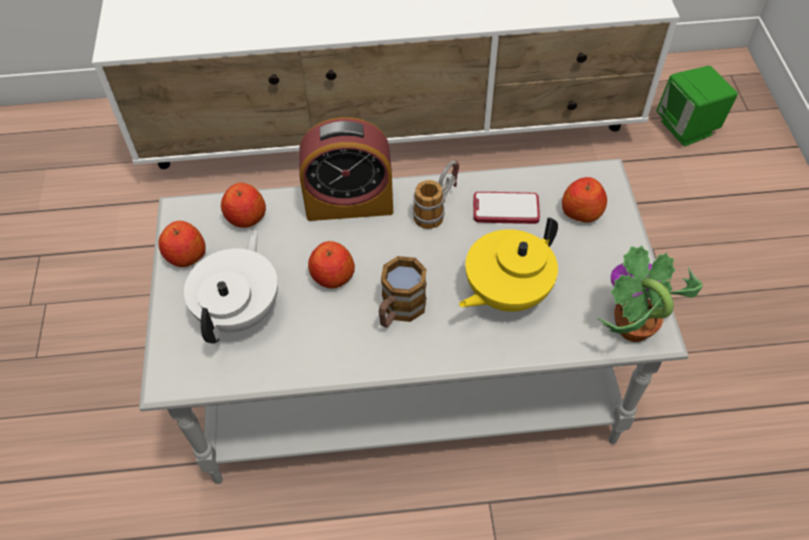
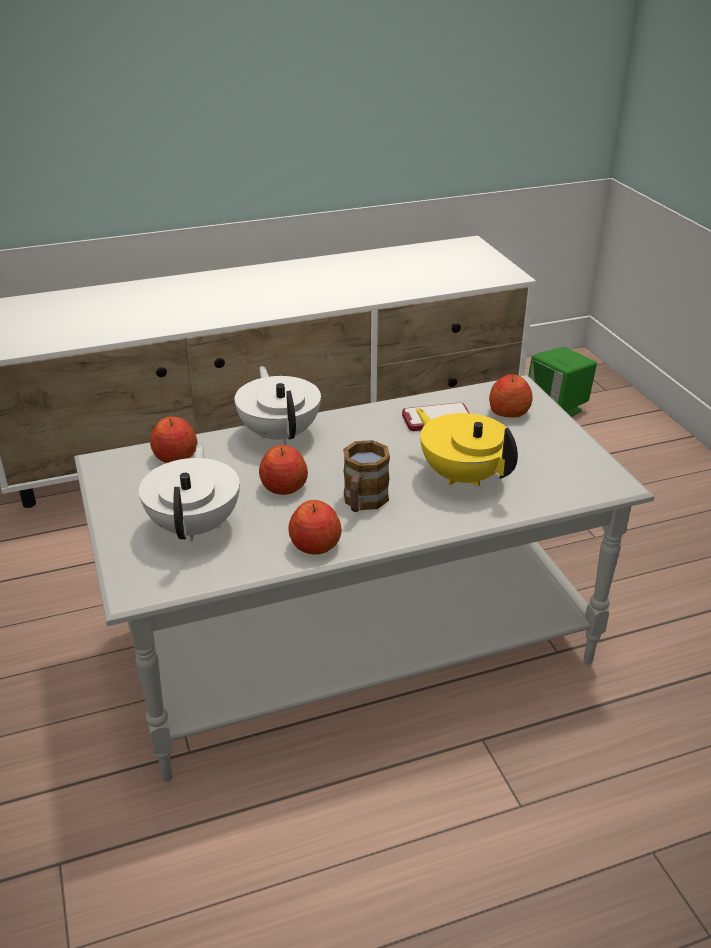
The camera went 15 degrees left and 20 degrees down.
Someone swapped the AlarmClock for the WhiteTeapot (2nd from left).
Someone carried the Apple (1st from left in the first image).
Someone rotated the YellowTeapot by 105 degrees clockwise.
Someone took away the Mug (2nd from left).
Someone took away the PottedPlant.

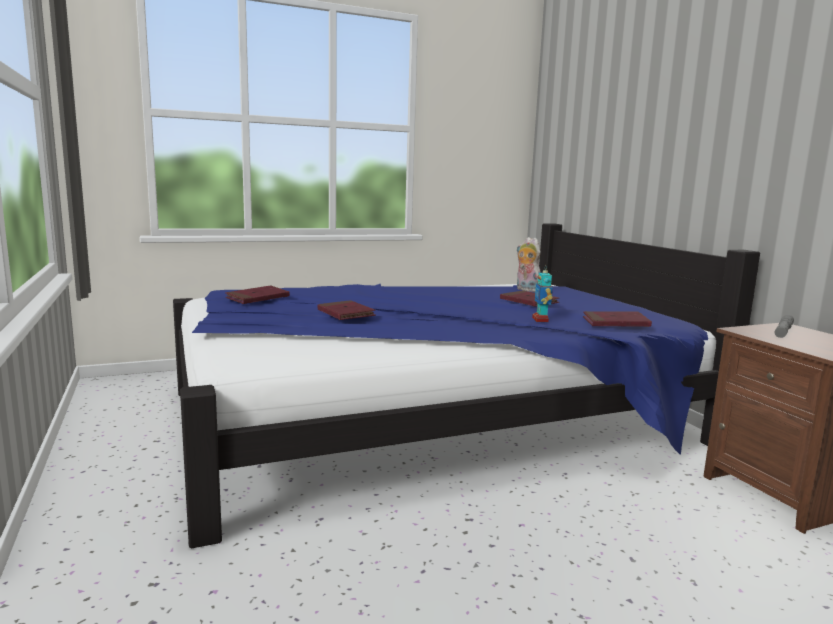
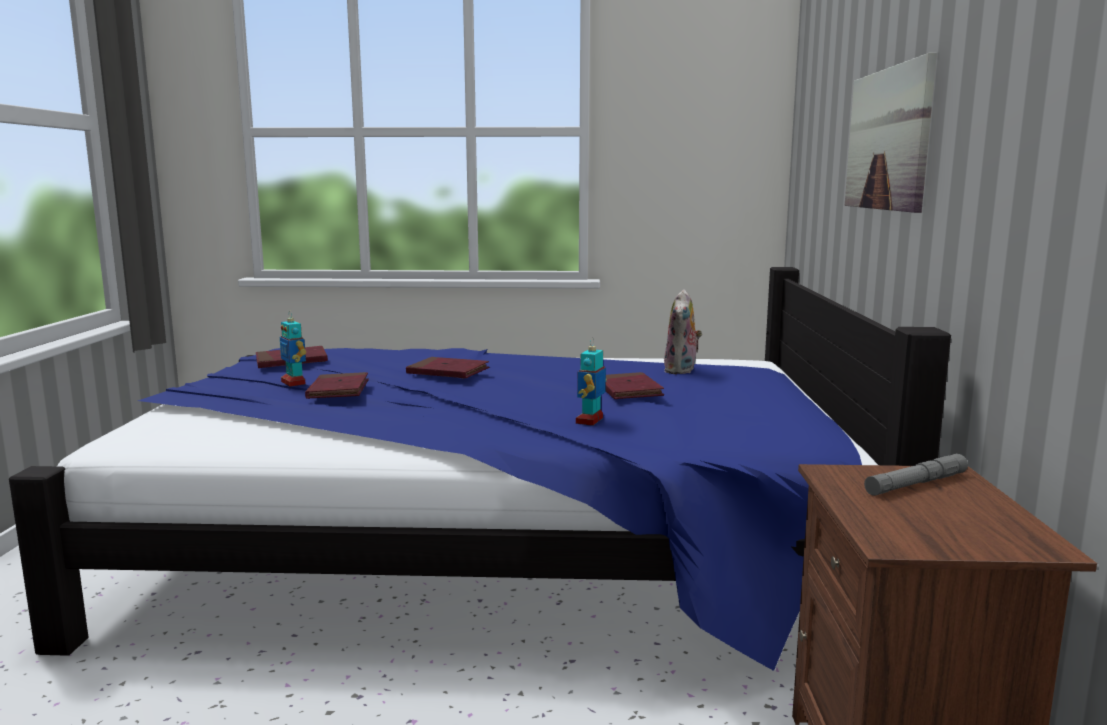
The camera went 25 degrees right and 0 degrees up.
Someone put down the ToyRobot (1st from left).
Someone carried the RedBook (4th from left in the first image).
Someone rotated the PlushToy by 150 degrees counterclockwise.
Someone put up the Picture.

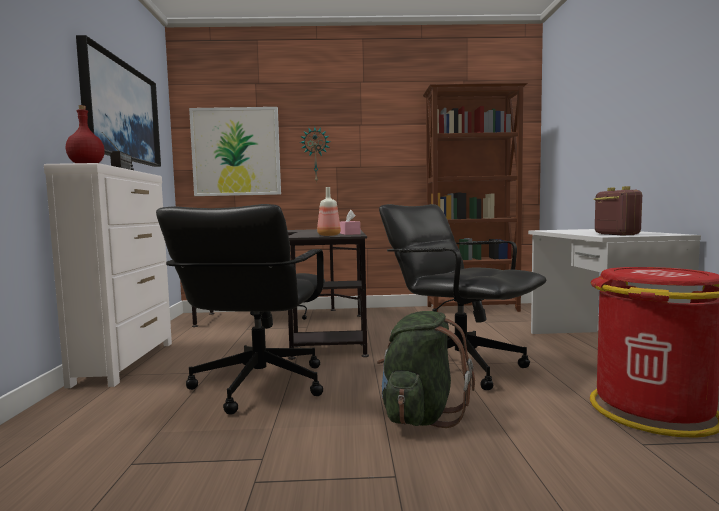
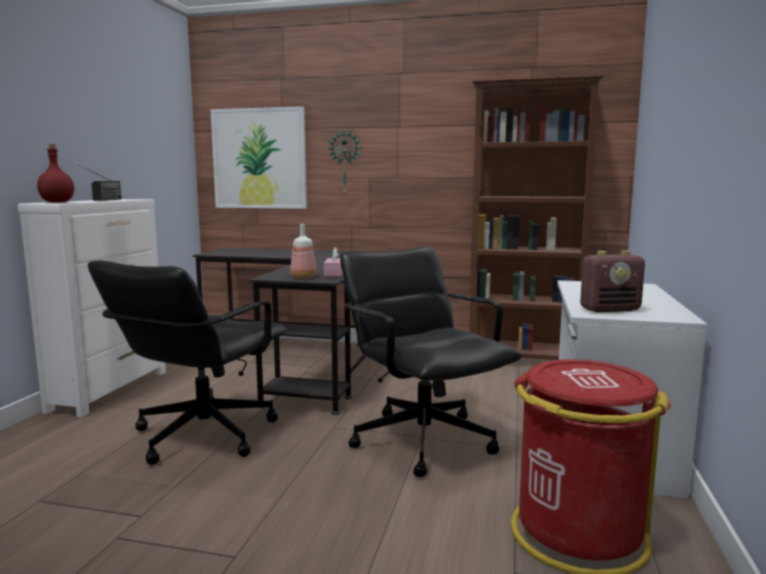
The camera went 15 degrees right and 5 degrees up.
Someone rotated the Radio (2nd from left) by 75 degrees clockwise.
Someone took away the Picture (1st from left).
Someone took away the GreenBackpack.

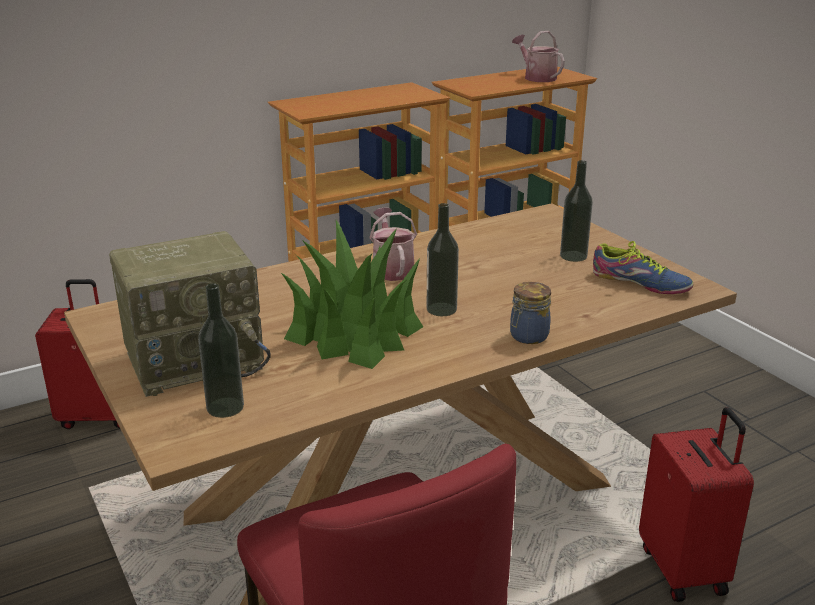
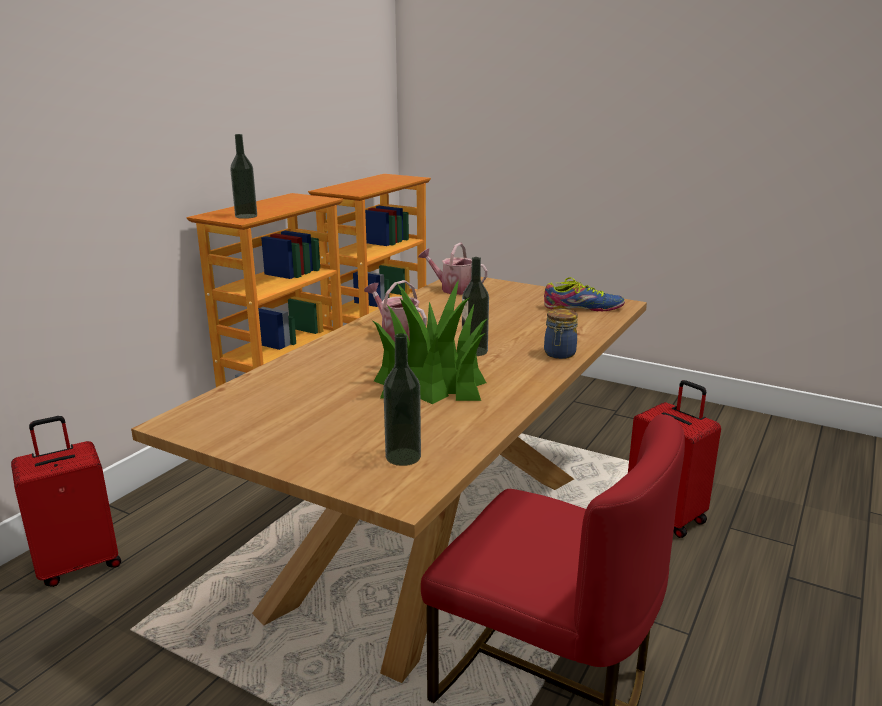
The camera went 30 degrees left and 5 degrees down.
Someone carried the Bottle (3rd from left in the first image).
Someone carried the WateringCan (2nd from left).
Someone took away the Radio.

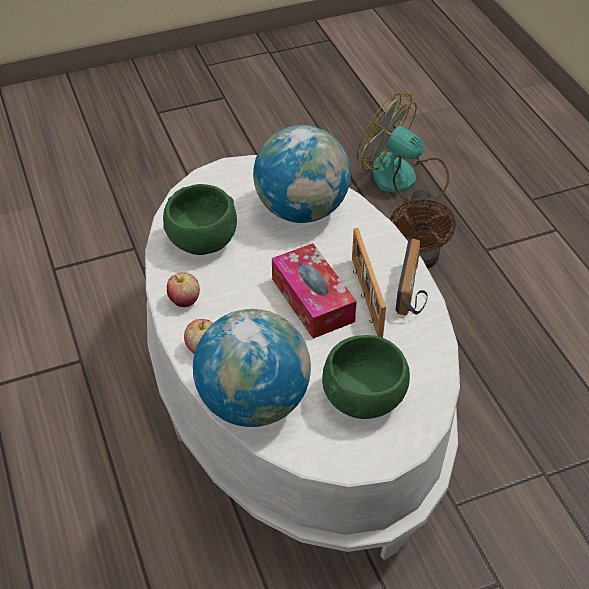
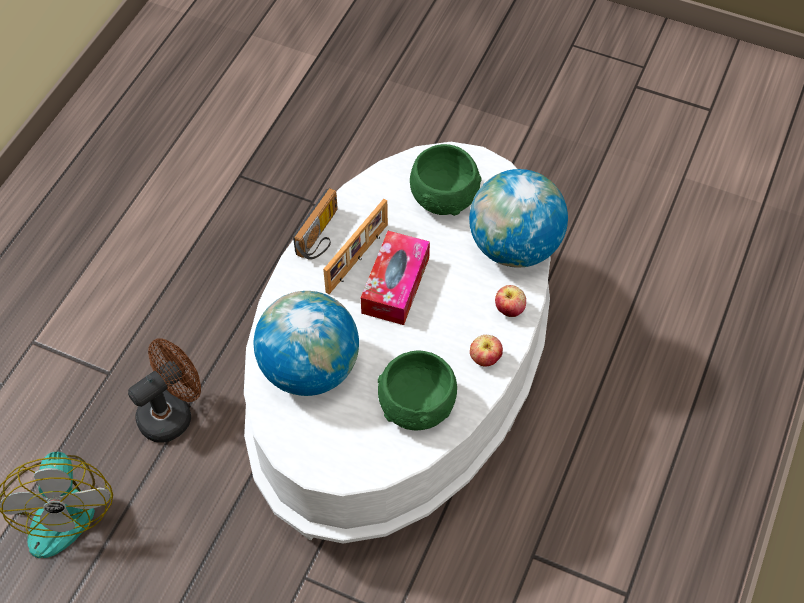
The camera went 135 degrees left and 10 degrees up.
Someone rotated the Radio by 150 degrees clockwise.

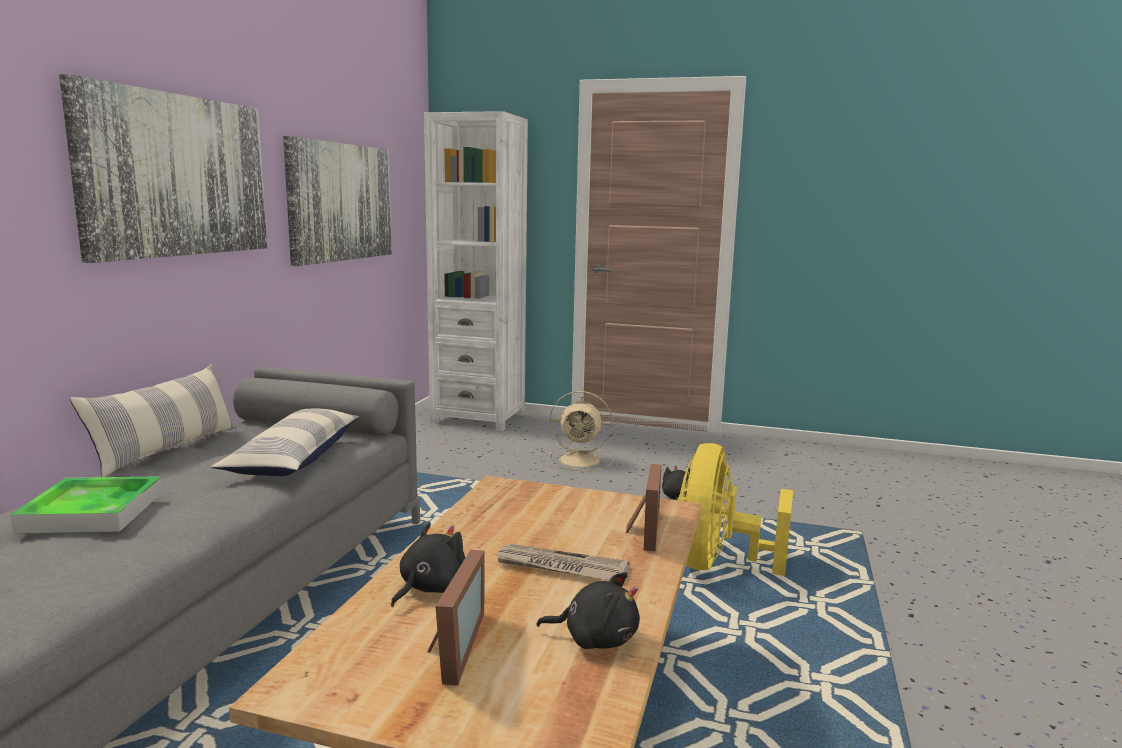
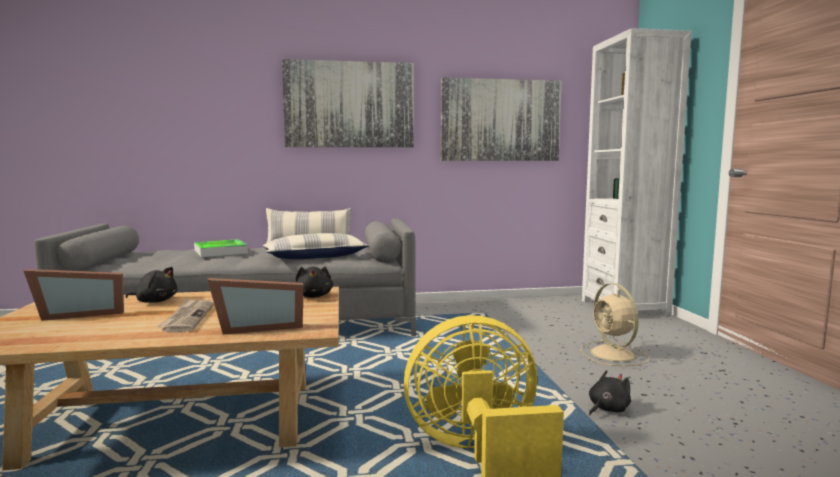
The camera went 65 degrees right and 5 degrees down.
Someone carried the BlackPlushToy (2nd from left).

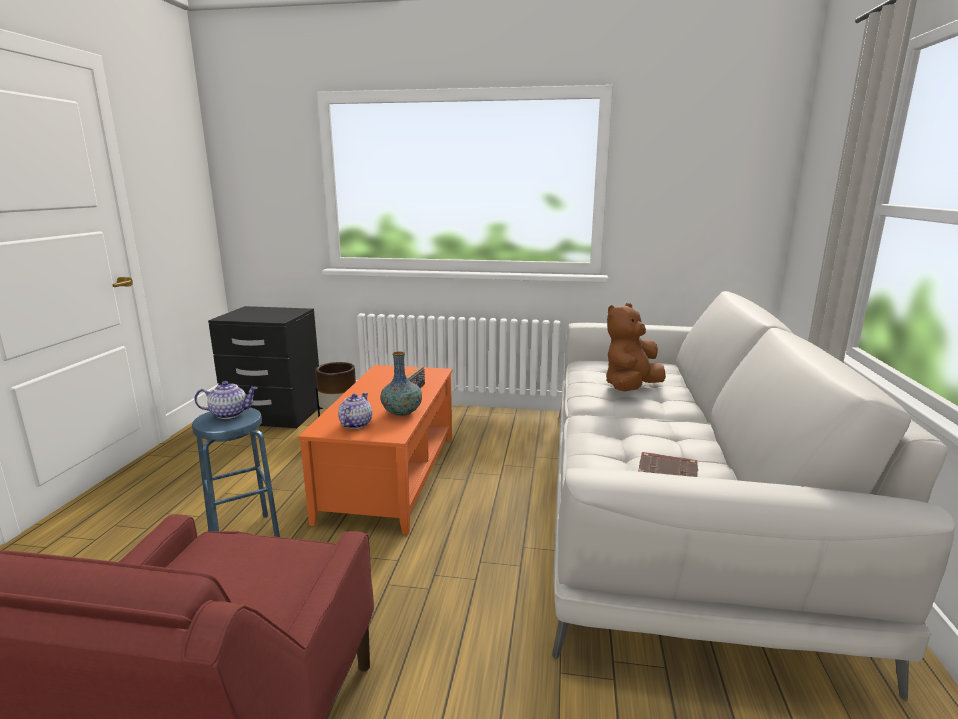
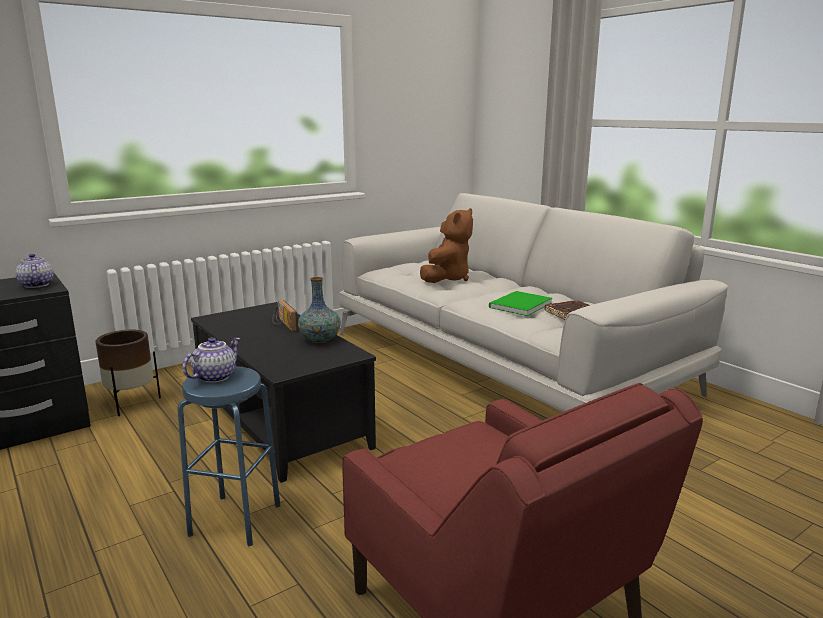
The camera went 45 degrees left and 0 degrees up.
Someone carried the Teapot (2nd from left in the first image).
Someone repainted the OrangeCoffeeTable, which became the BlackCoffeeTable.
Someone rotated the BrownPlushToy by 150 degrees counterclockwise.
Someone put down the GreenBook.

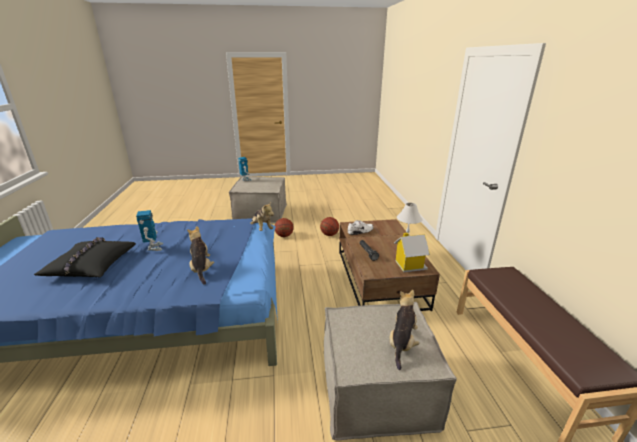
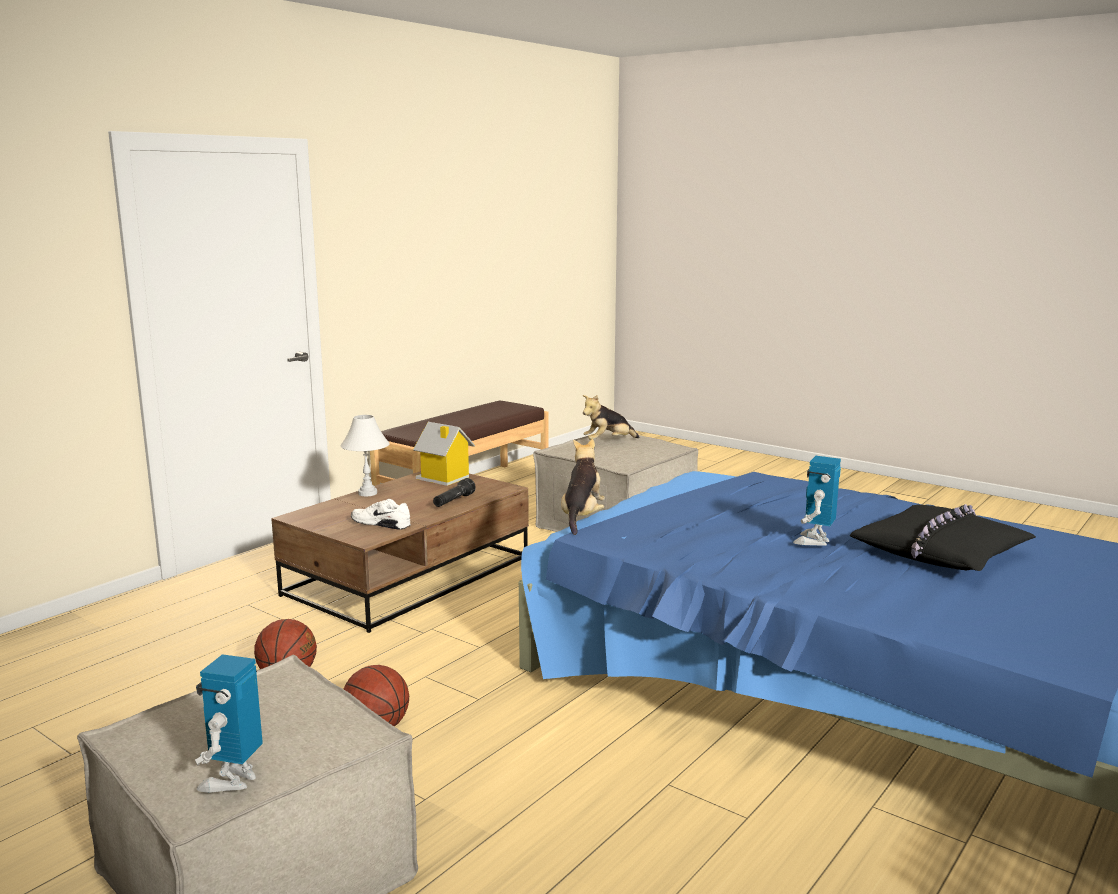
The camera went 135 degrees left and 10 degrees down.
Someone took away the PlushToy (1st from left).

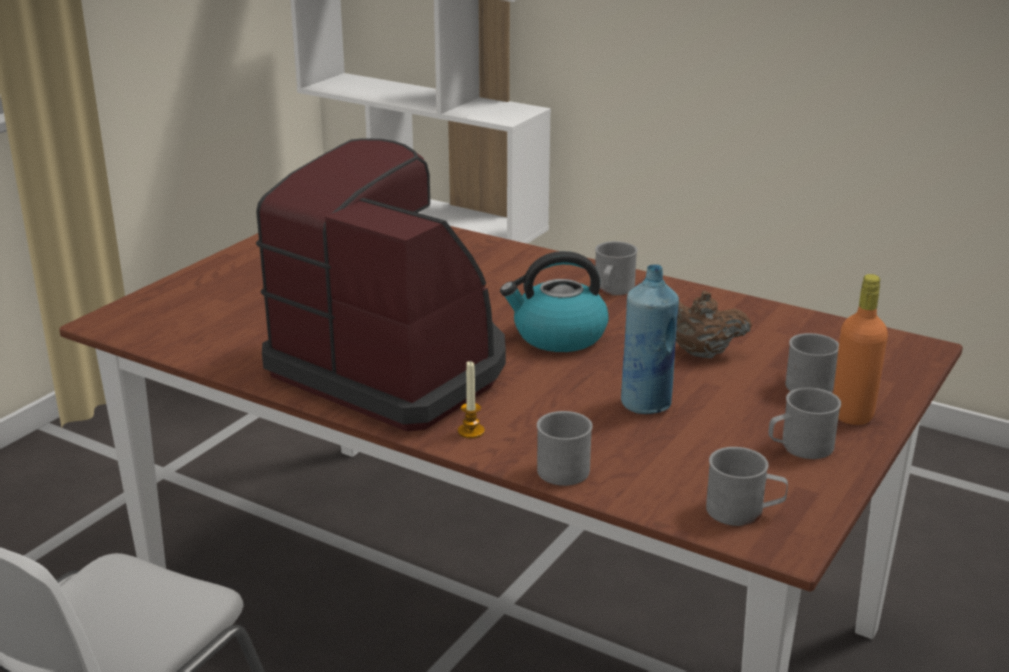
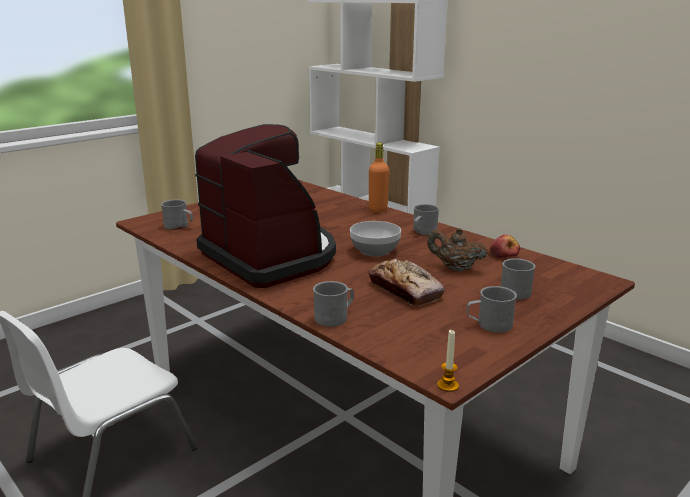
The camera went 15 degrees right and 5 degrees down.
Someone carried the GreyMug (3rd from left in the first image).
Someone swapped the Kettle for the Bowl.
Someone swapped the BlueBottle for the Bread.
Someone carried the OrangeBottle.
Someone carried the Candle.
Someone put down the Apple.

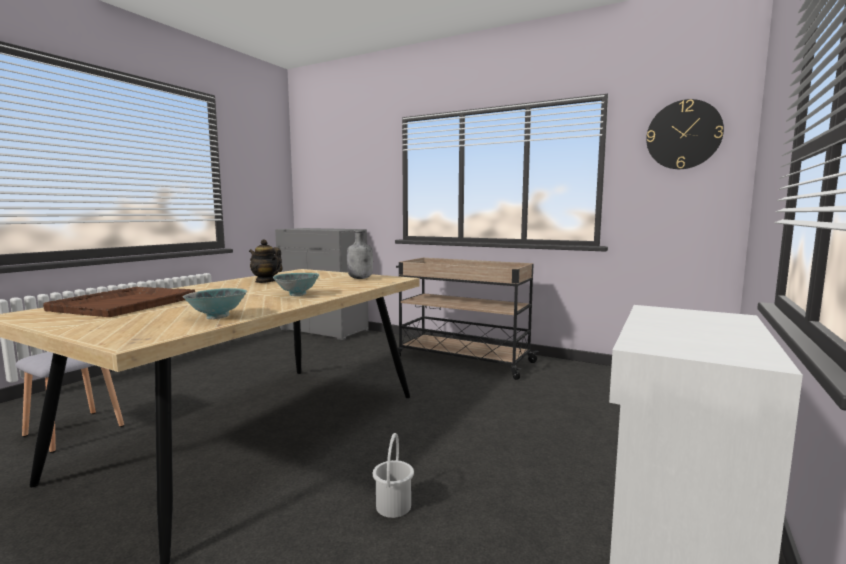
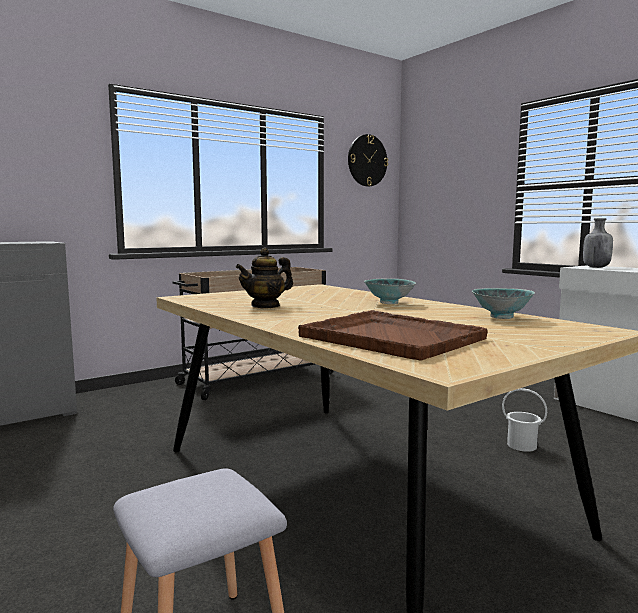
The camera went 65 degrees left and 0 degrees up.
Someone carried the GreyBottle.

